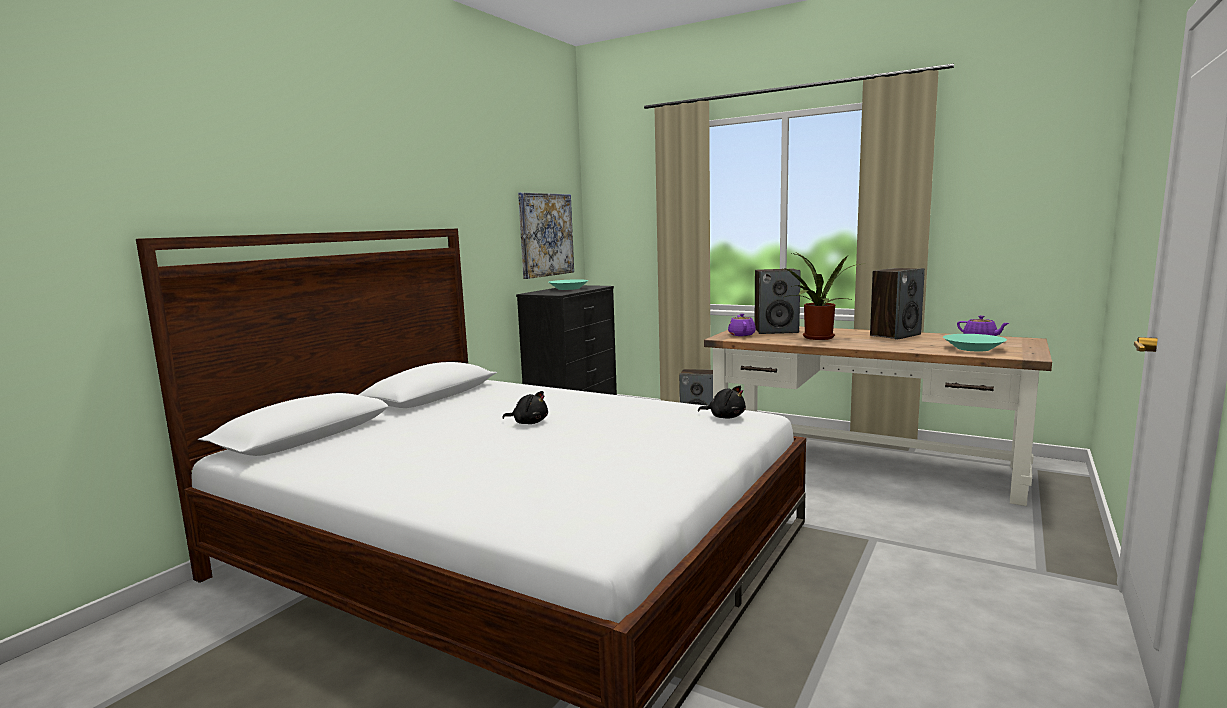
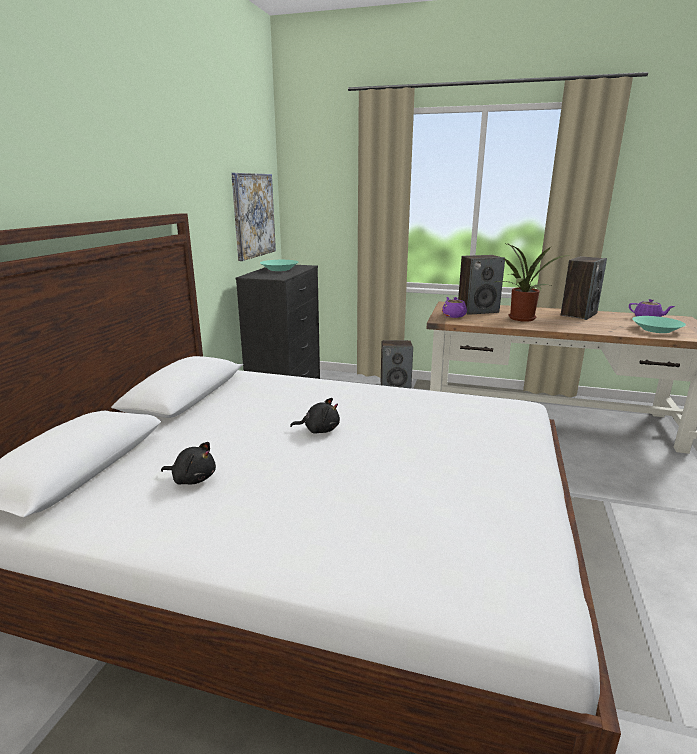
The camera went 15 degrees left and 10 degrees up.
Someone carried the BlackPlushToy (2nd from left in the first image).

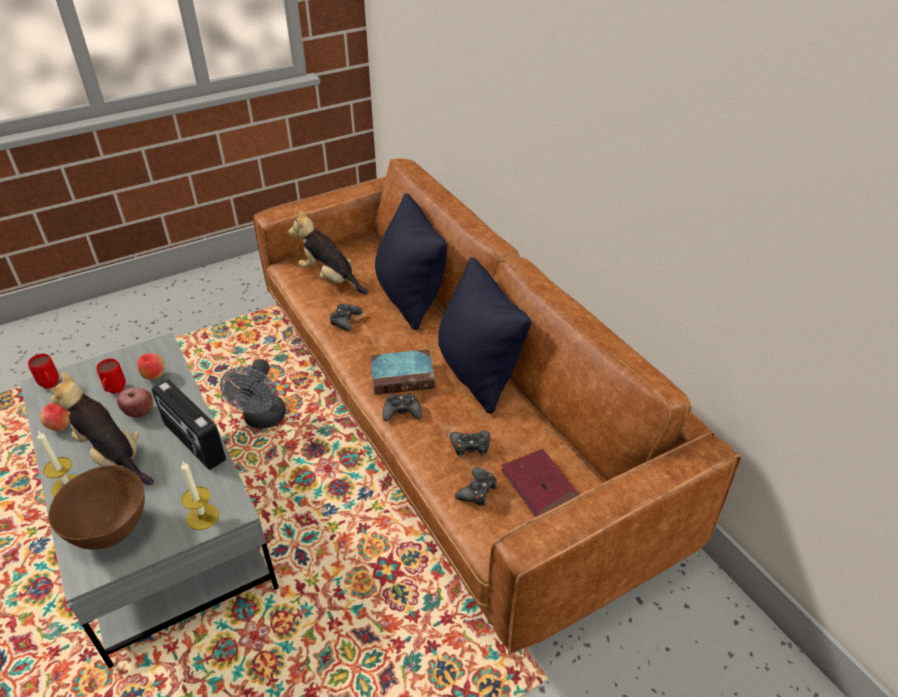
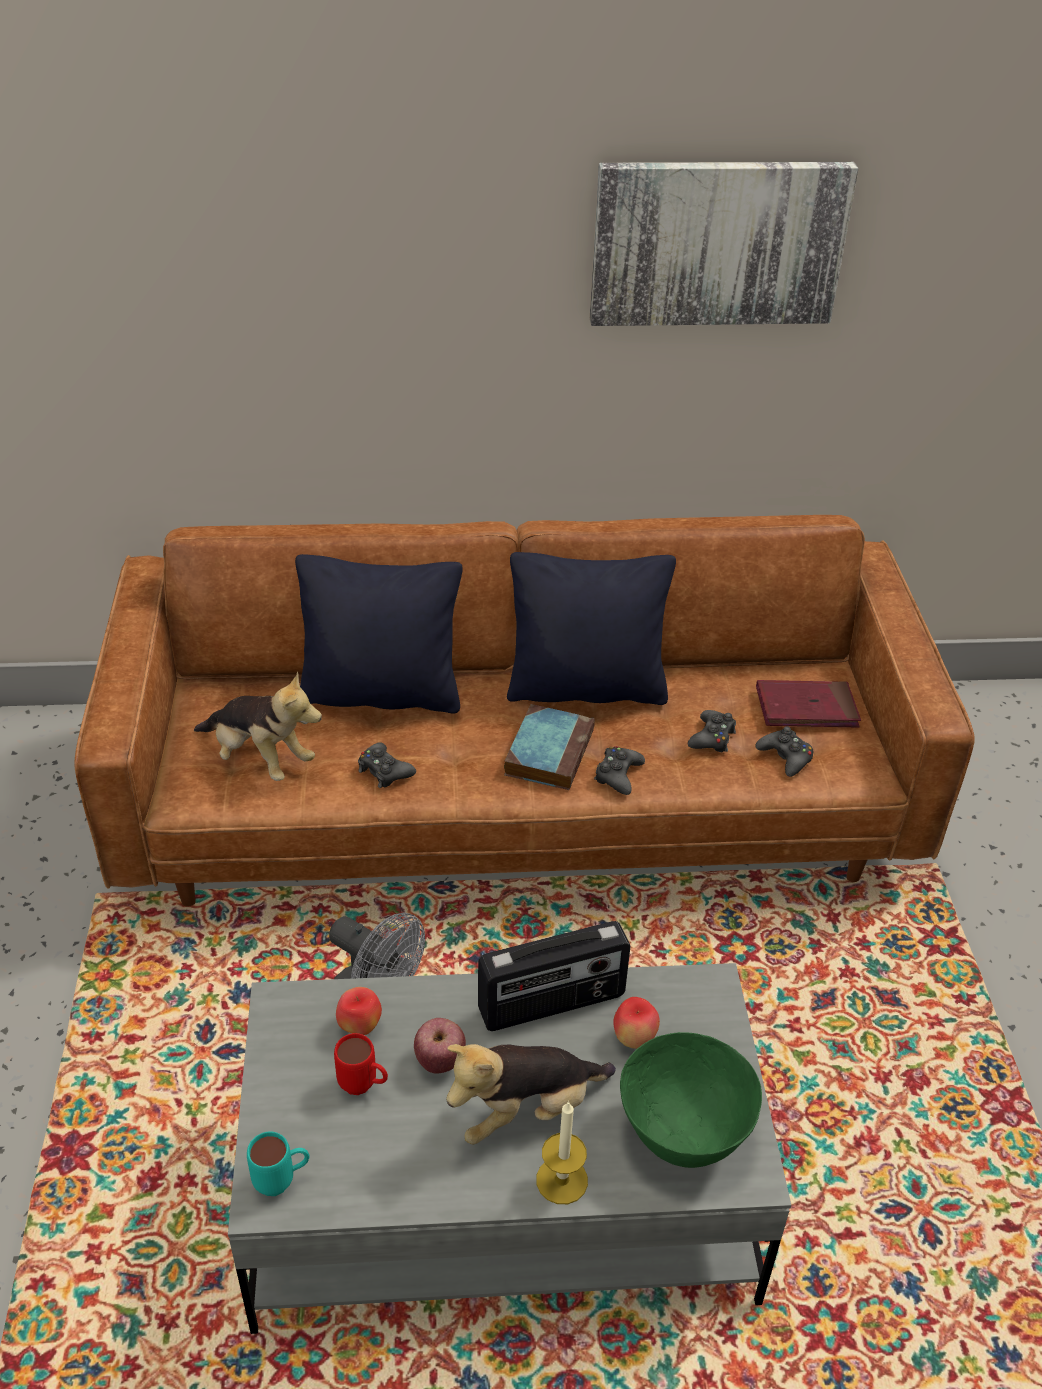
The camera went 65 degrees left and 0 degrees up.
Someone rotated the PlushToy (2nd from left in the first image) by 120 degrees counterclockwise.
Someone repainted the RedMug (1st from left), which became the TurquoiseMug.
Someone put up the Picture.
Someone carried the Apple (1st from left in the first image).
Someone repainted the BrownBowl, which became the GreenBowl.
Someone took away the Candle (2nd from left).

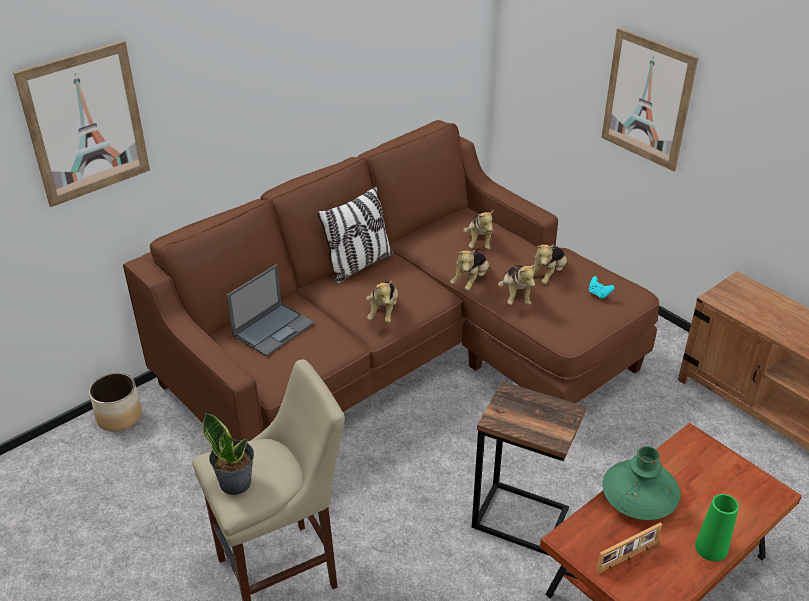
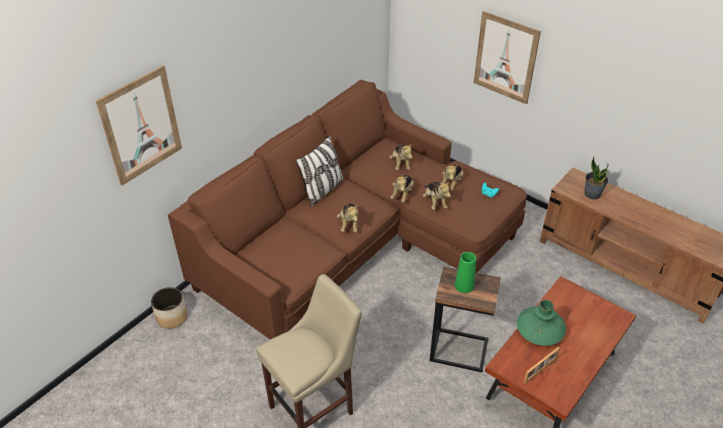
The camera went 10 degrees left and 5 degrees up.
Someone carried the GreenVase (2nd from left in the first image).
Someone carried the PottedPlant.
Someone took away the Laptop.

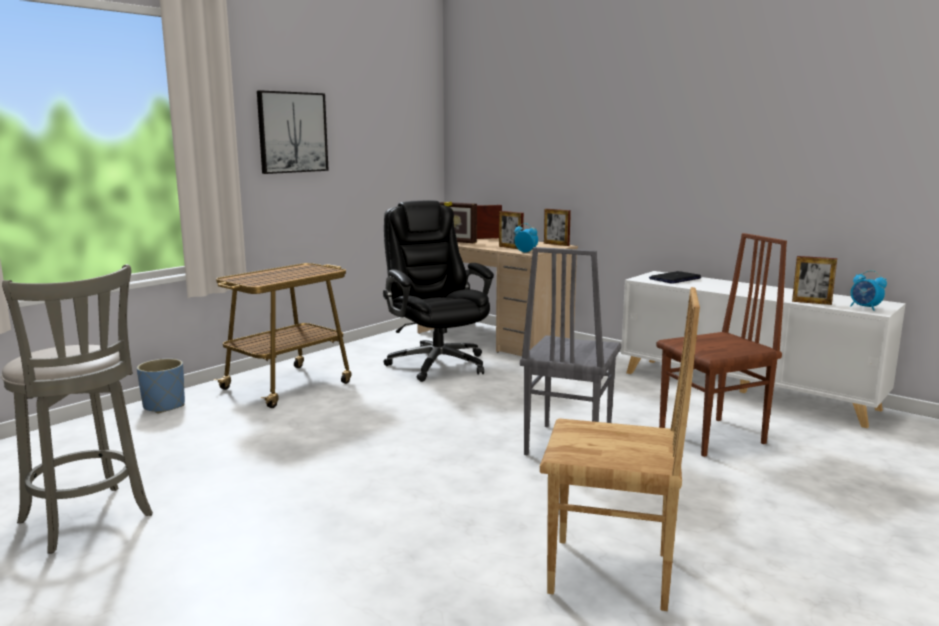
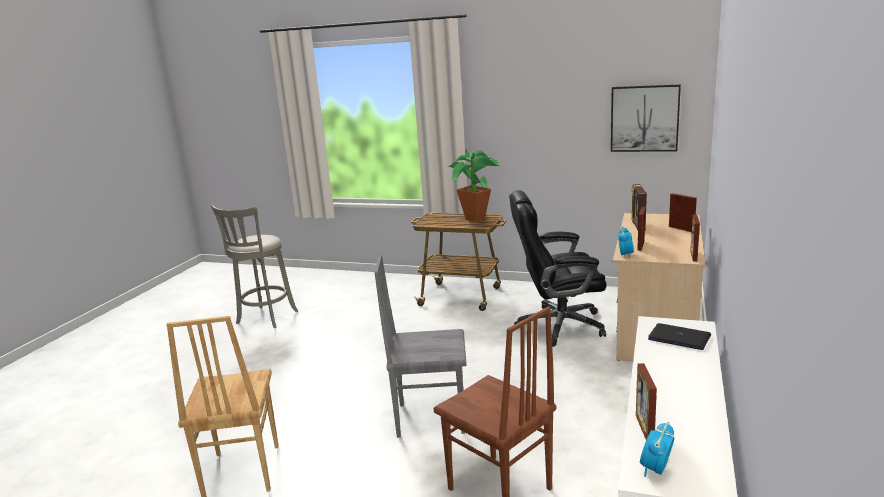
The camera went 70 degrees right and 5 degrees up.
Someone put down the PottedPlant.
Someone rotated the BlackOfficeChair by 135 degrees counterclockwise.
Someone carried the Picture.
Someone took away the BluePlanter.

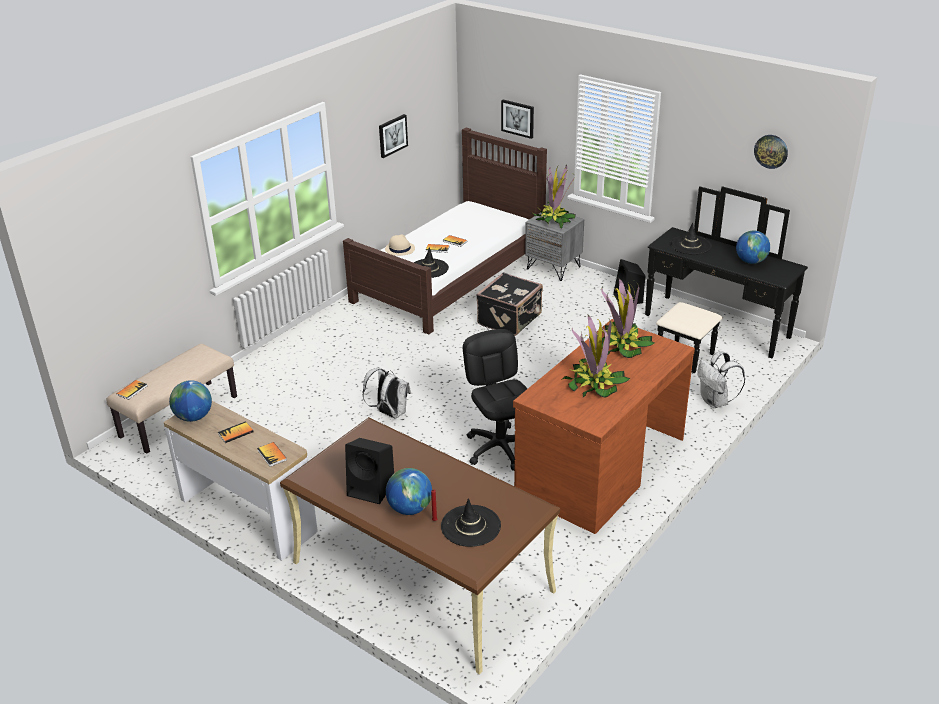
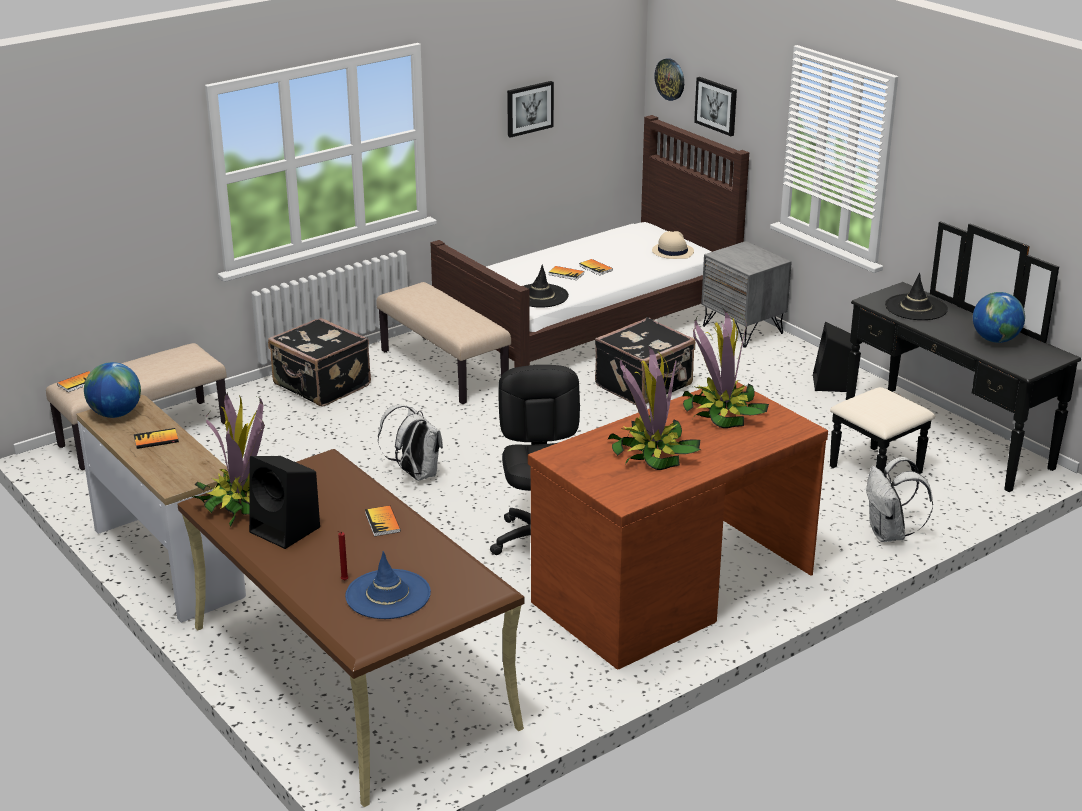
The camera went 15 degrees right and 5 degrees down.
Someone carried the PottedPlant (1st from left).
Someone put down the BlackSuitcase (1st from left).
Someone repainted the BlackHat (2nd from left), which became the BlueHat.
Someone carried the Book (3rd from left).
Someone put down the BeigeBench (2nd from left).
Someone carried the BeigeHat.
Someone carried the WallClock.
Someone took away the Globe (2nd from left).

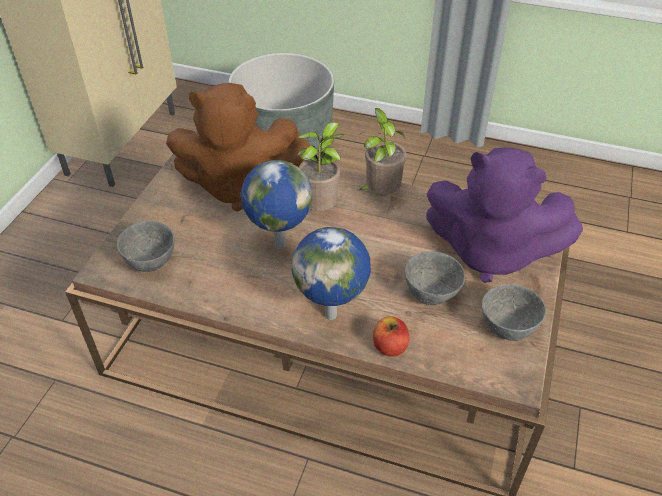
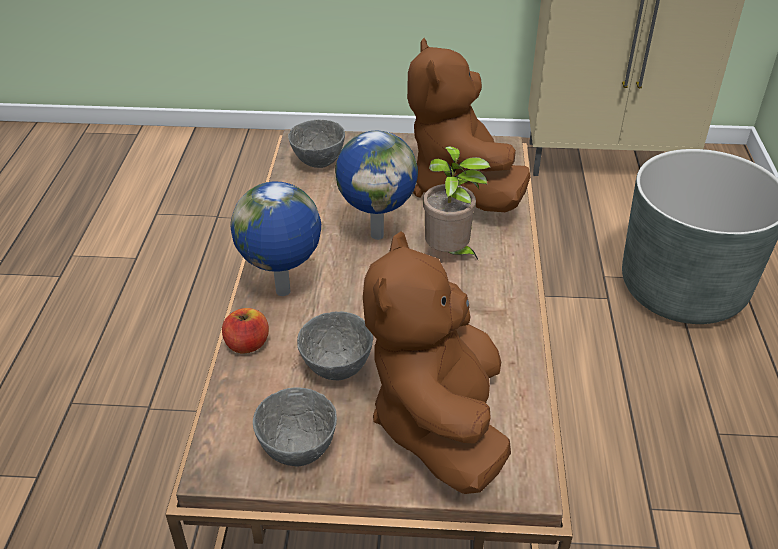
The camera went 75 degrees right and 5 degrees down.
Someone repainted the PurplePlushToy, which became the BrownPlushToy (1st from left).
Someone took away the PottedPlant (2nd from left).

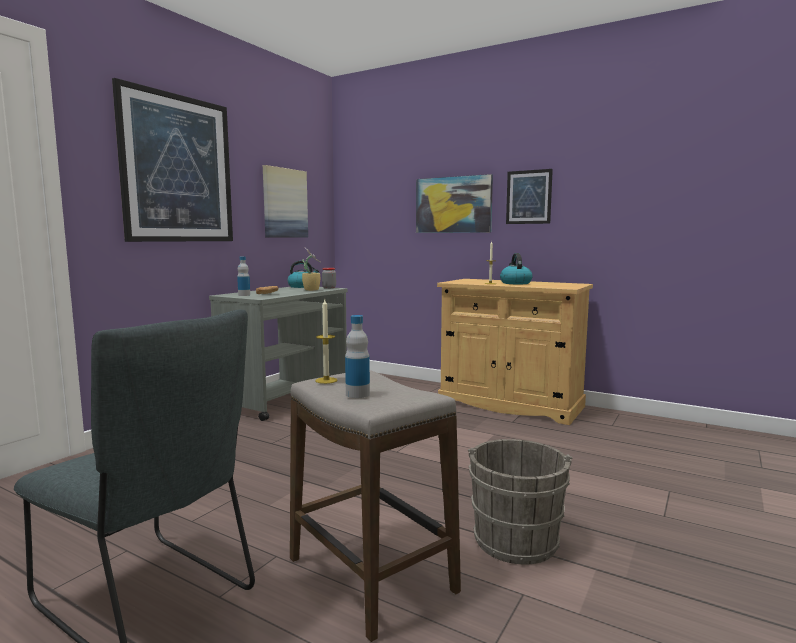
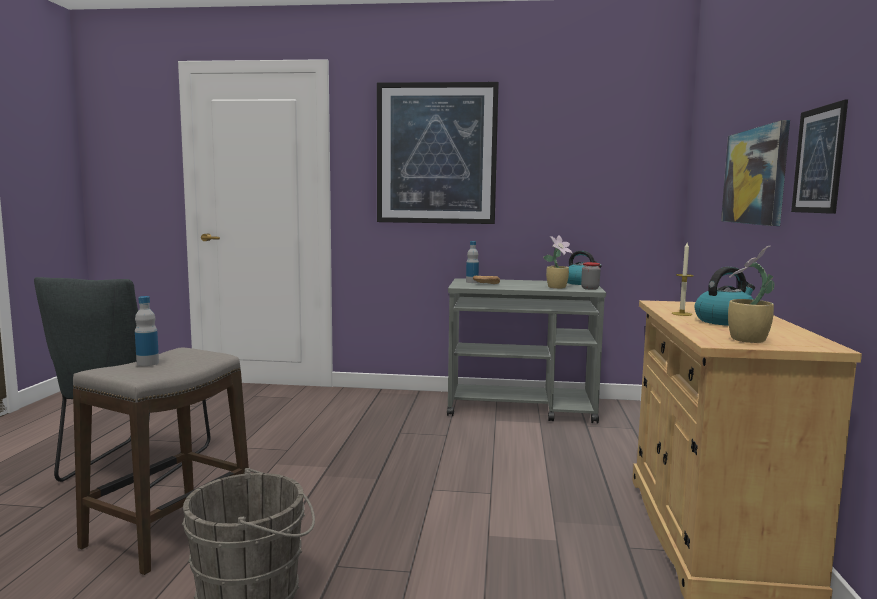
The camera went 65 degrees right and 0 degrees up.
Someone put down the PottedPlant (2nd from left).
Someone took away the Picture (2nd from left).
Someone took away the Candle (1st from left).

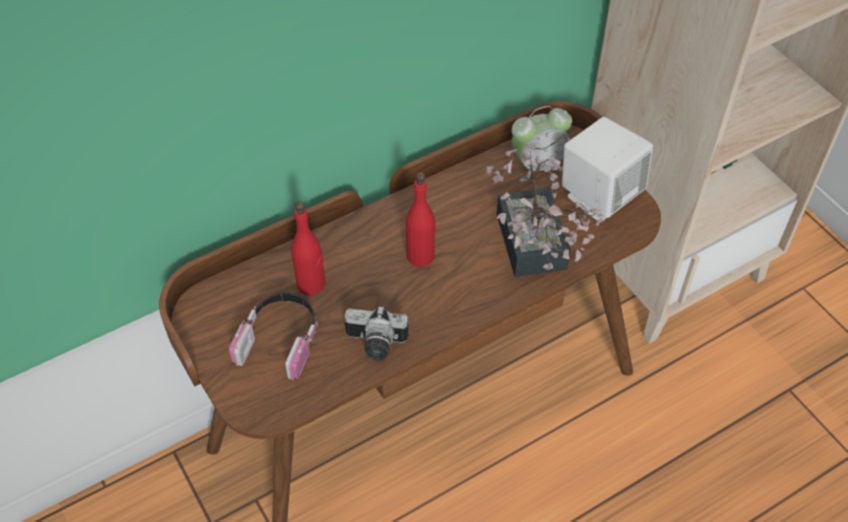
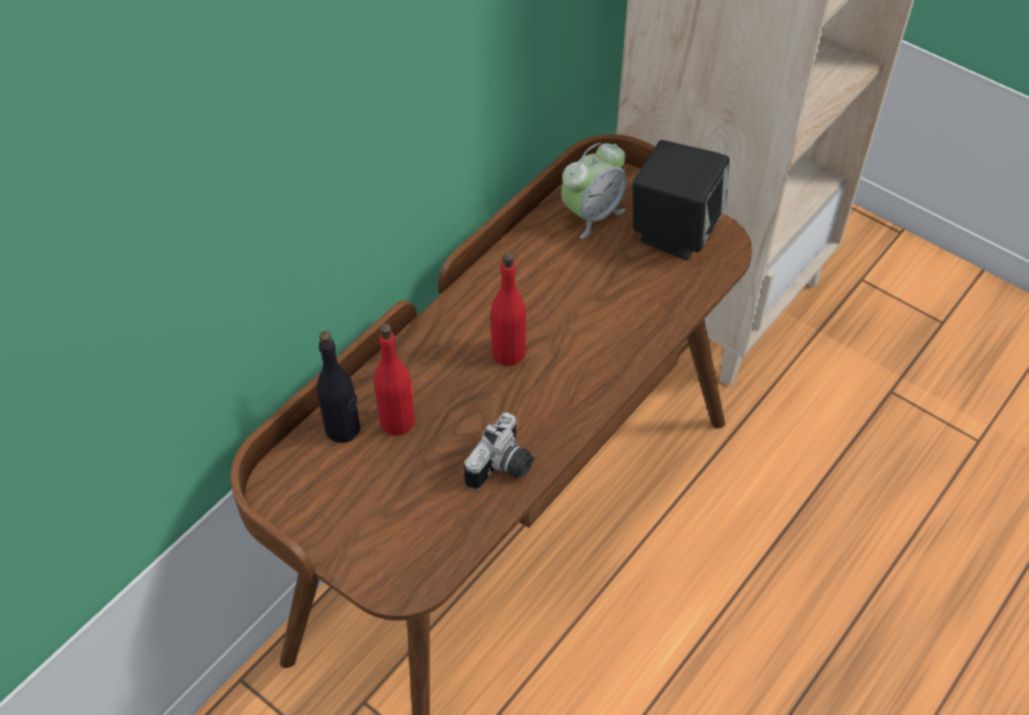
The camera went 20 degrees left and 0 degrees up.
Someone put down the BlackBottle.
Someone rotated the PhotoCamera by 45 degrees counterclockwise.
Someone repainted the WhiteSpeaker, which became the BlackSpeaker.
Someone took away the Headphones.
Someone took away the PottedPlant.

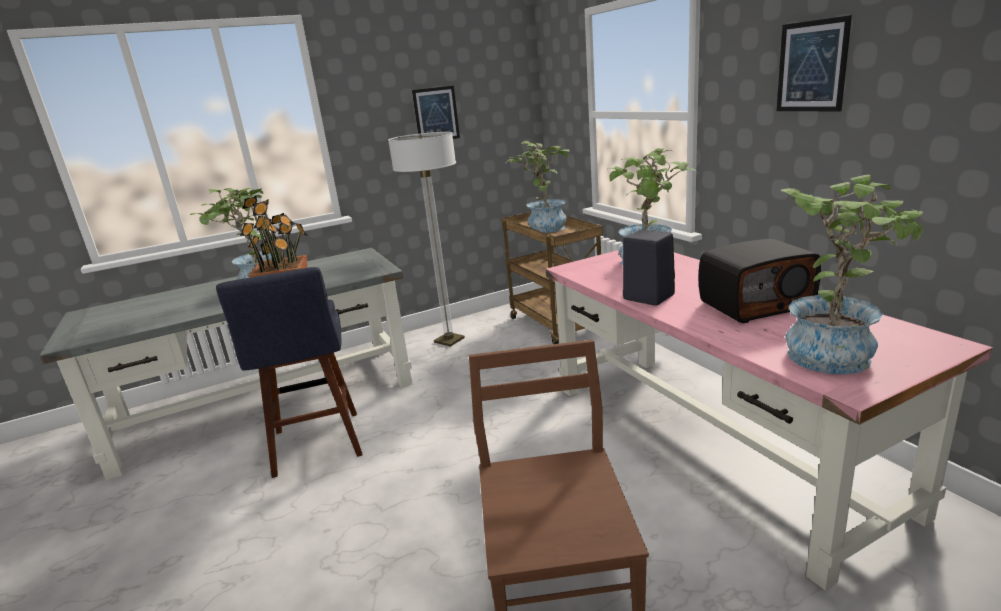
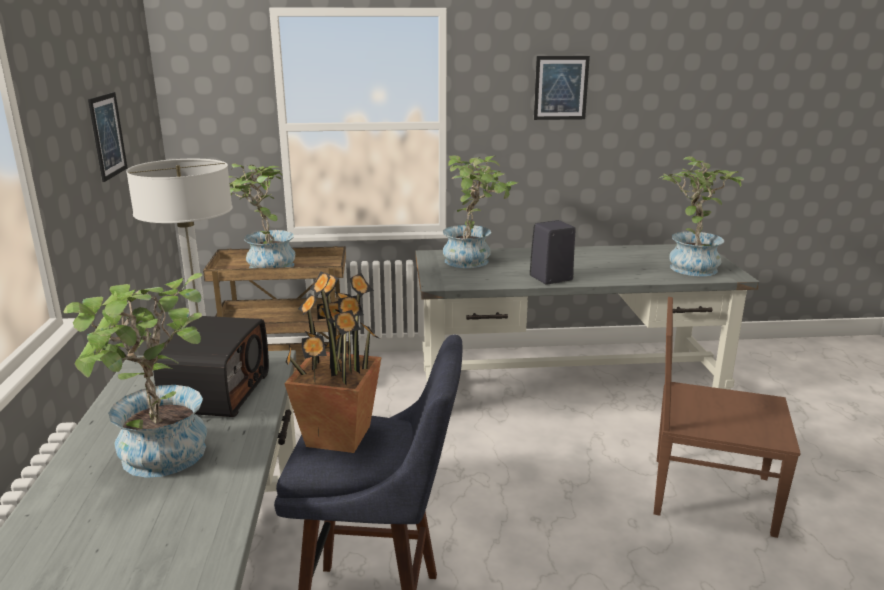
The camera went 70 degrees left and 0 degrees up.
Someone carried the Radio.
Someone repainted the PinkDesk, which became the GreyDesk (2nd from left).

